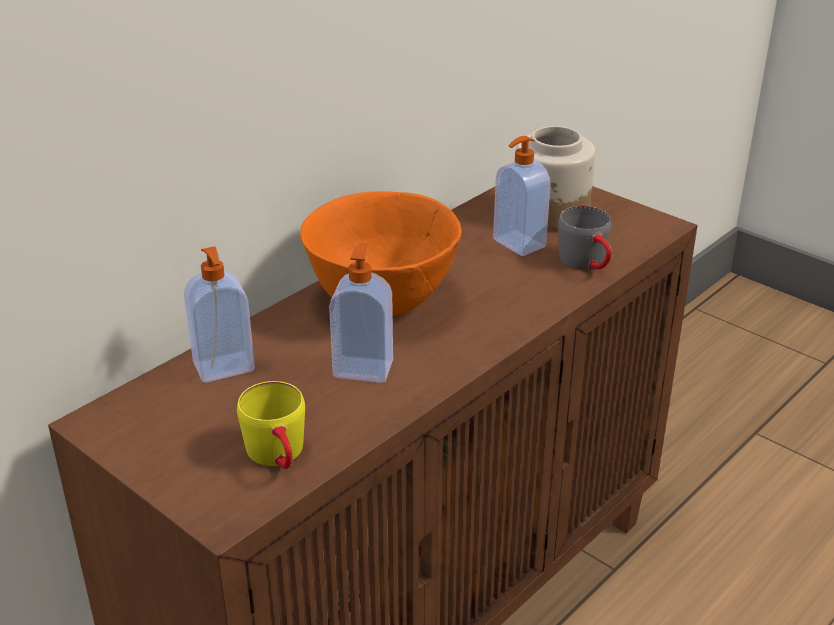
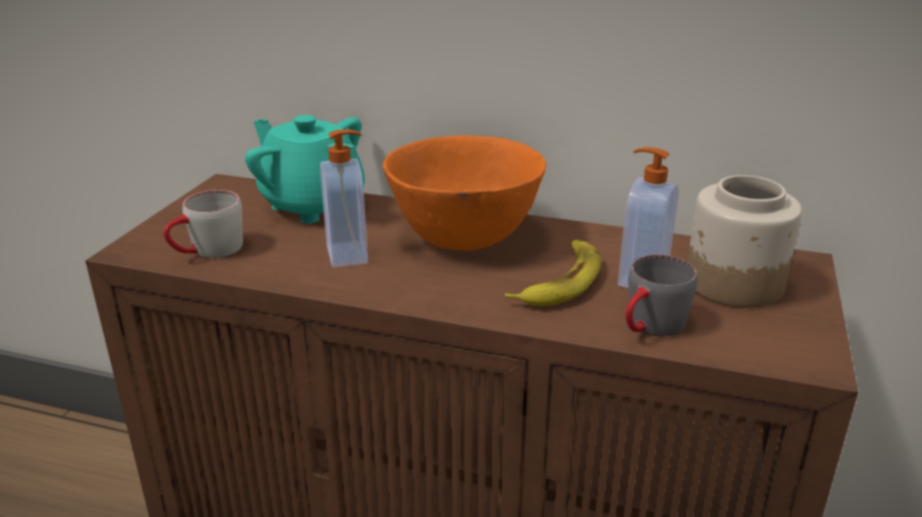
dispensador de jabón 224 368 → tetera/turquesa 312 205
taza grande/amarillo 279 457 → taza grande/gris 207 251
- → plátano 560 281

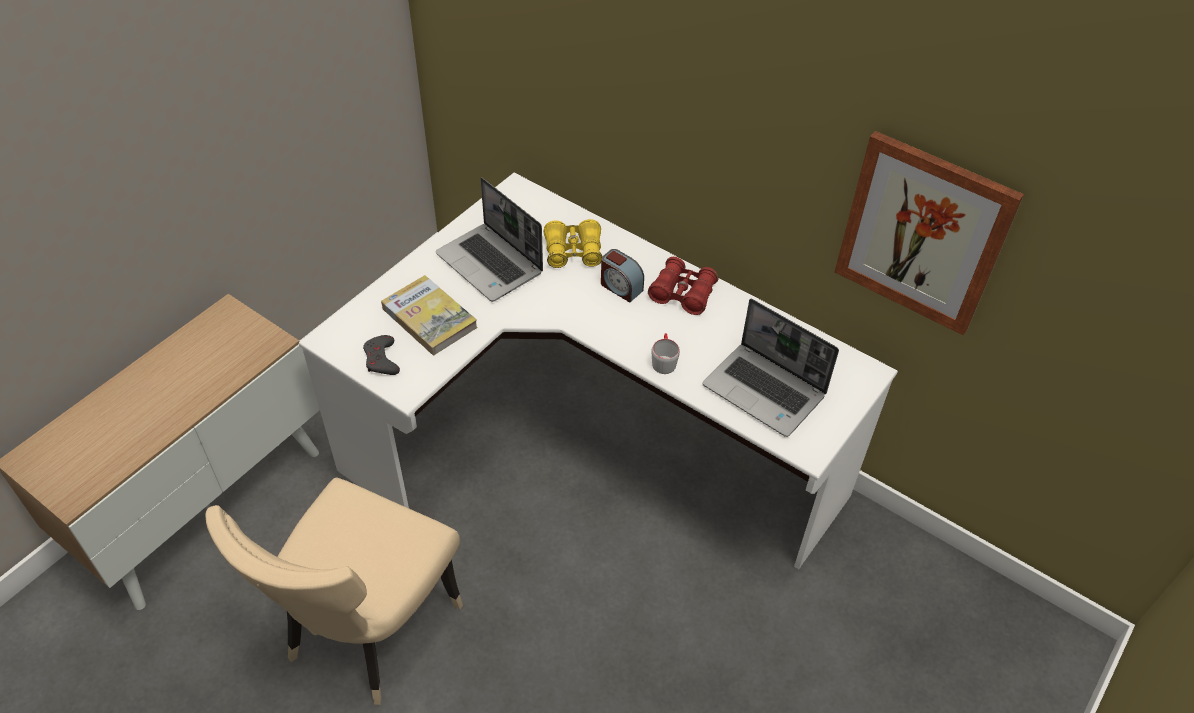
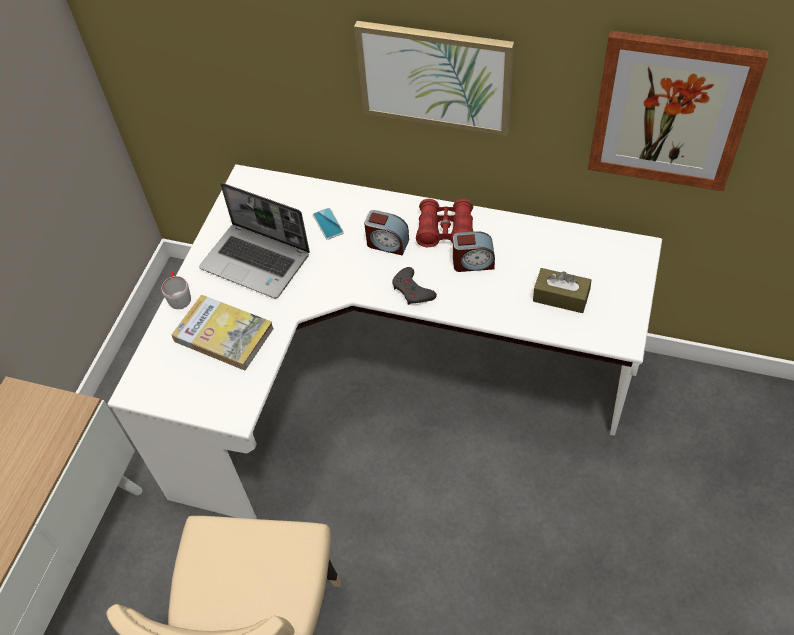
prismáticos/amarillo 573 252 → móvil 328 224
portátil 765 391 → caja de pañuelos/marrón 560 297
taza grande/gris 663 360 → taza grande/gris 178 296, relocated
mando de consola/gris 381 359 → mando de consola/gris 412 290, relocated
- → cuadro 435 77
- → despertador 473 262

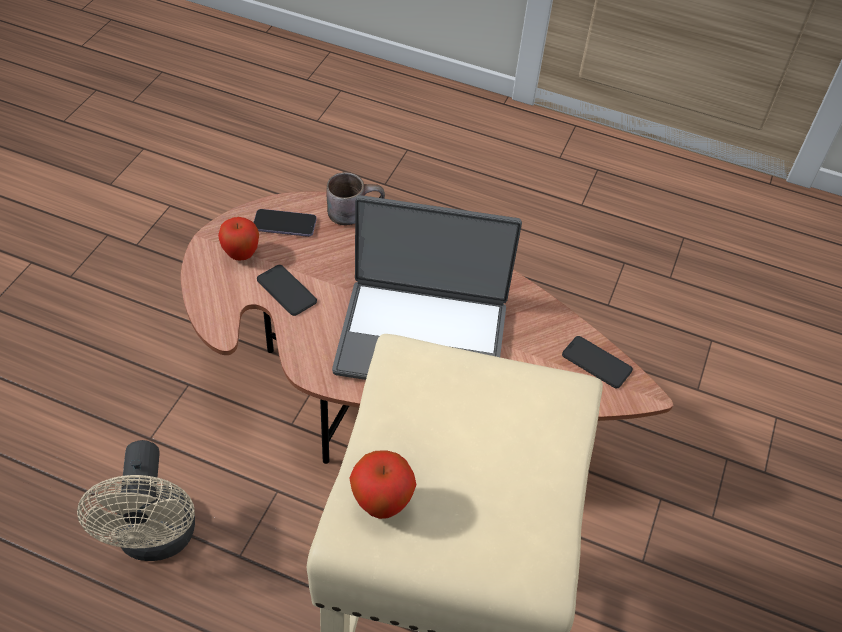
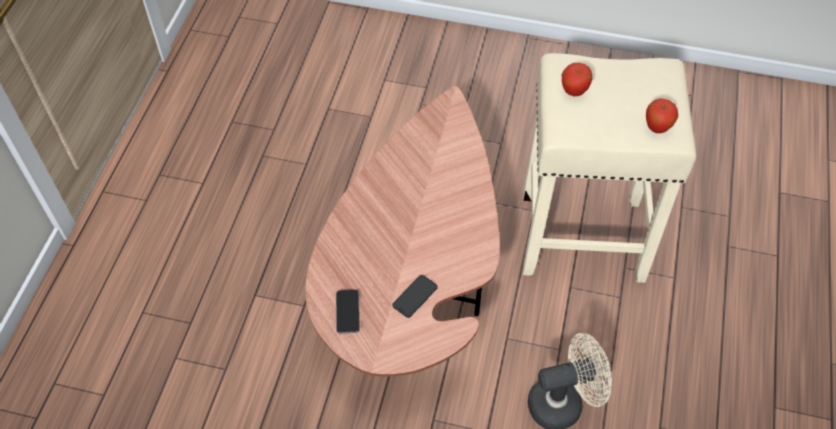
taza grande/marrón 353 211 → -
portátil 422 337 → -
manzana 241 254 → manzana 574 92, relocated
móvil 596 362 → -

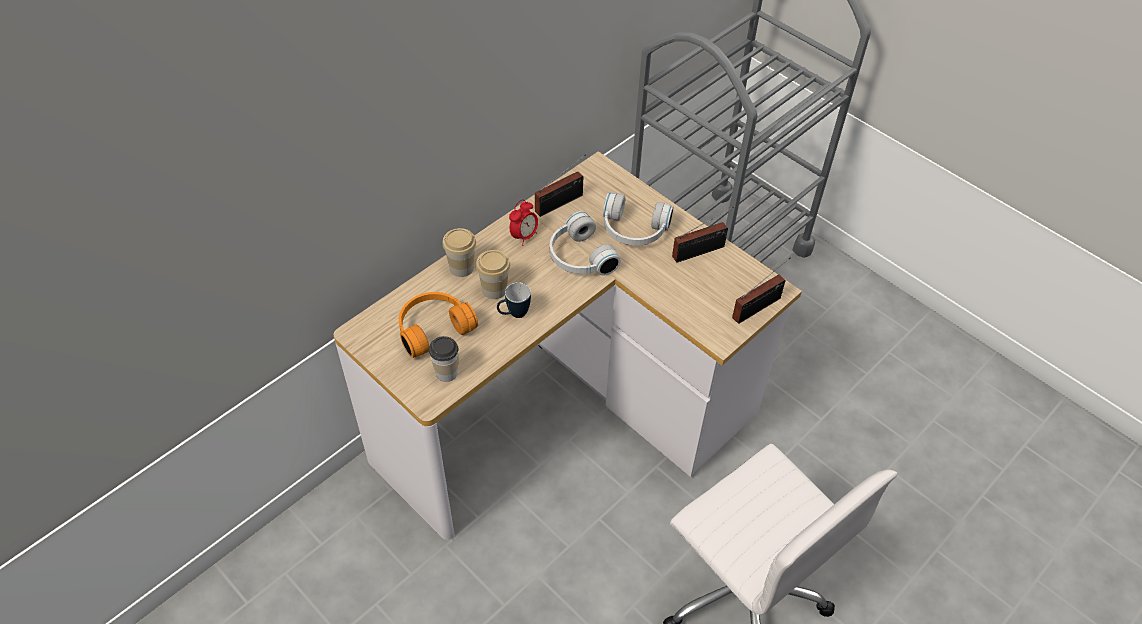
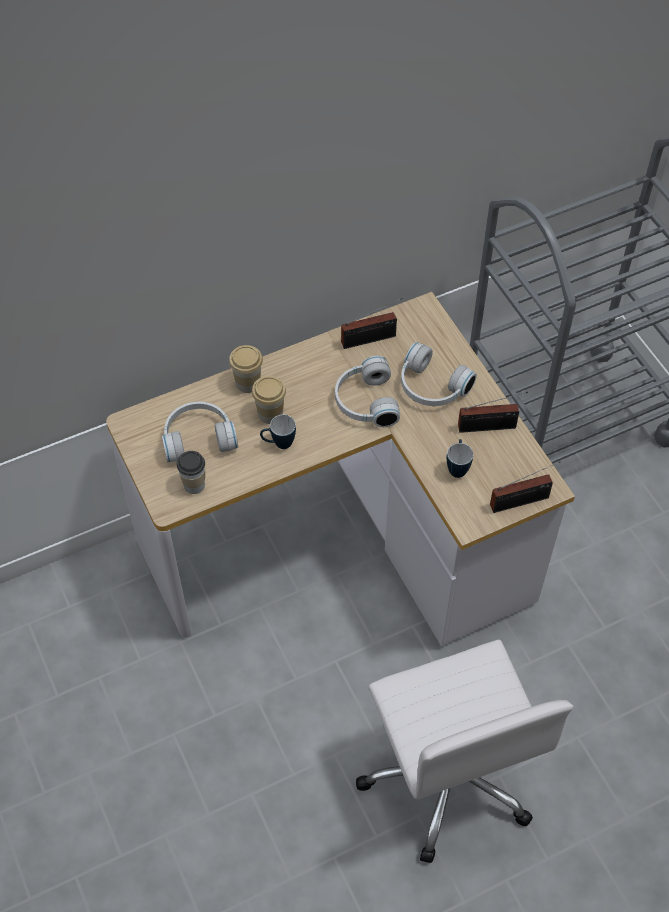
despertador 524 236 → -
auriculares/naranja 433 328 → auriculares/blanco 198 437
- → taza grande 457 467

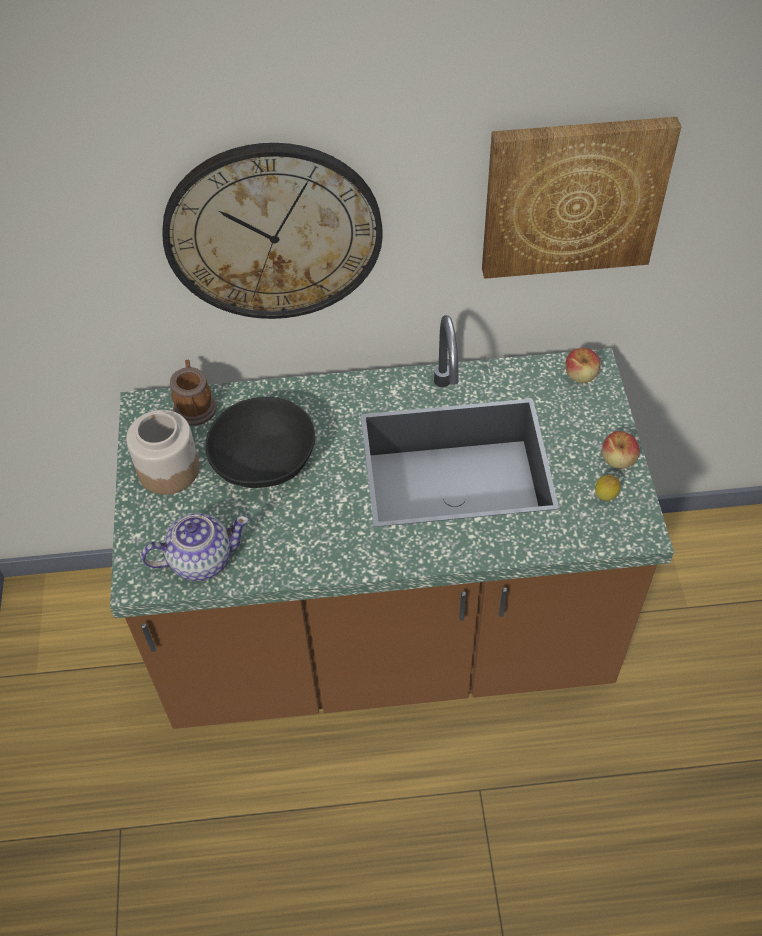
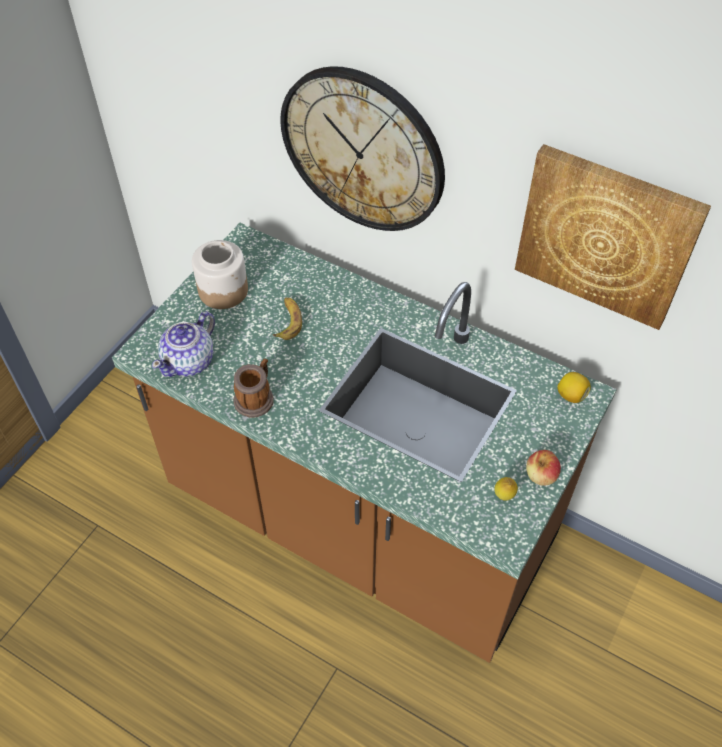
manzana 581 375 → limón 571 395
taza grande 194 405 → taza grande 256 397, relocated
cuenco/negro 264 461 → plátano 288 321
tetera 200 560 → tetera 189 361, 105 degrees clockwise

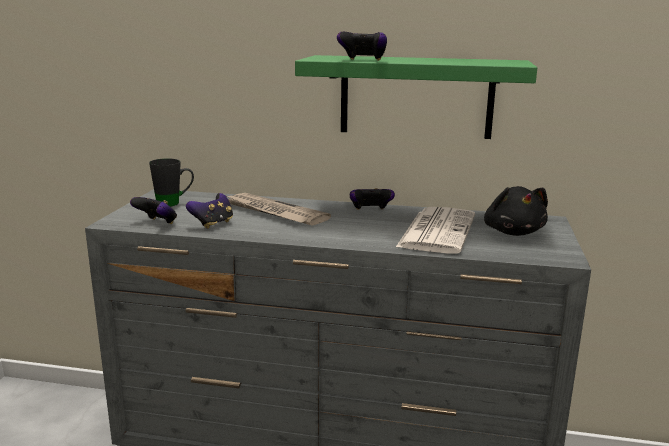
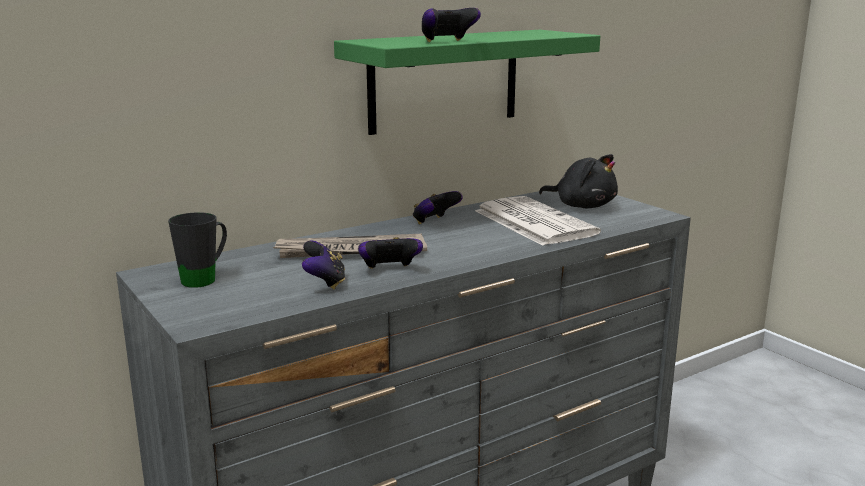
mando de consola 157 223 → mando de consola 389 270, relocated

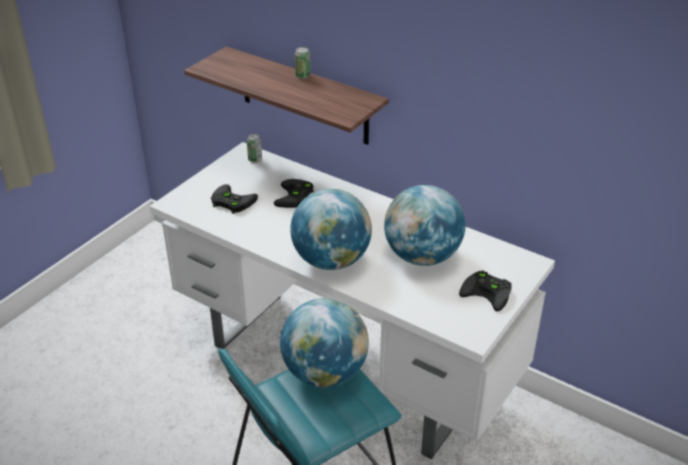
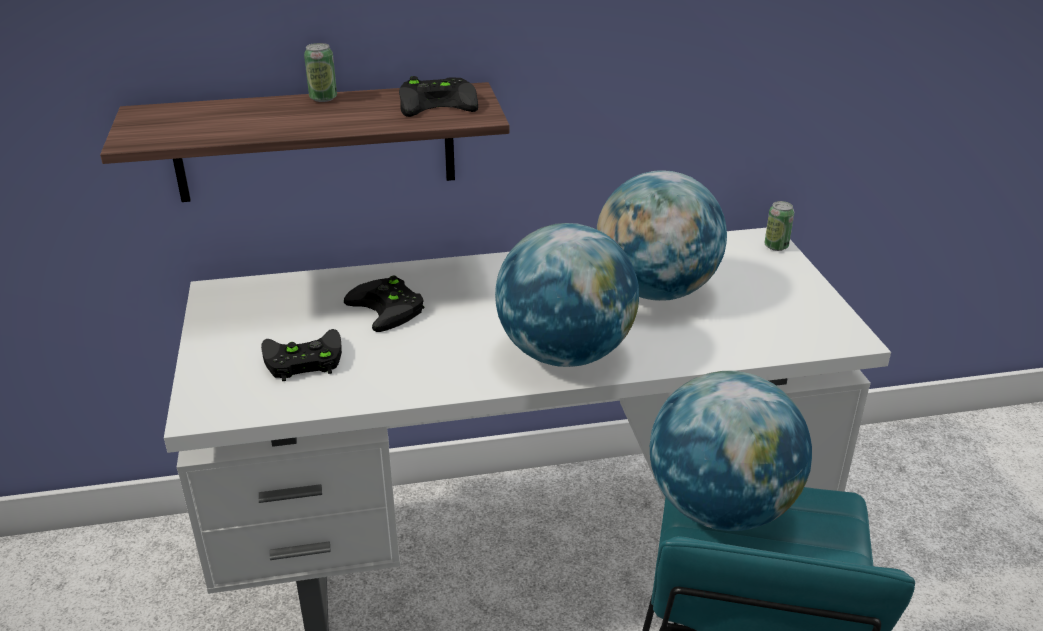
lata 255 159 → lata 776 246, relocated
mando de consola/negro 489 292 → mando de consola/negro 439 102, relocated

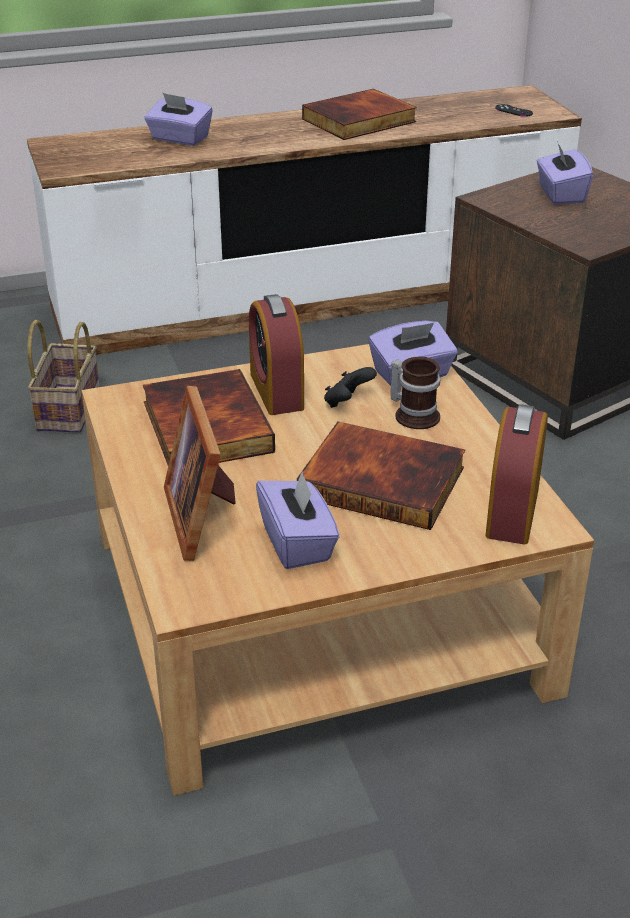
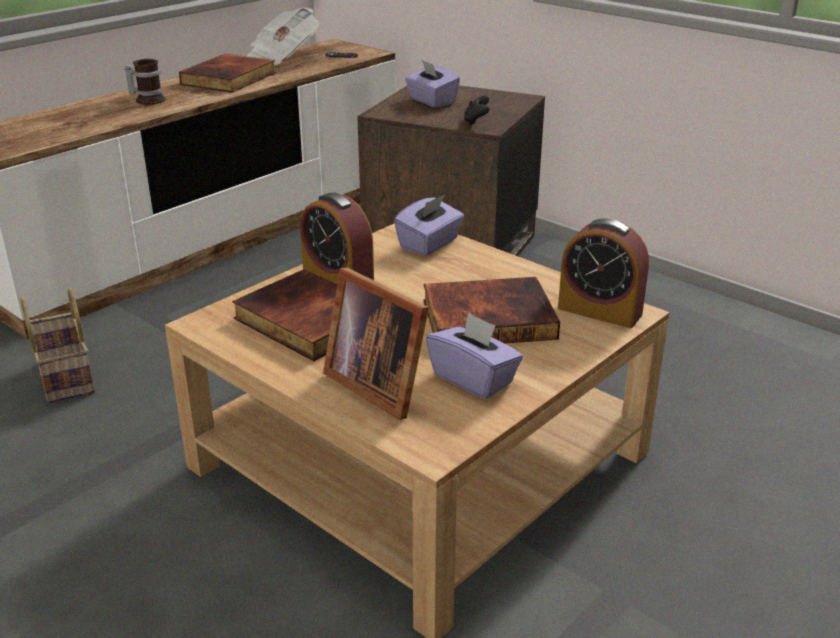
caja de pañuelos/morado 179 139 → -
taza grande 415 414 → taza grande 148 99, relocated
mando de consola/negro 347 402 → mando de consola/negro 476 122, relocated
despertador 512 512 → despertador 599 311, 45 degrees counterclockwise
- → periódico 280 59

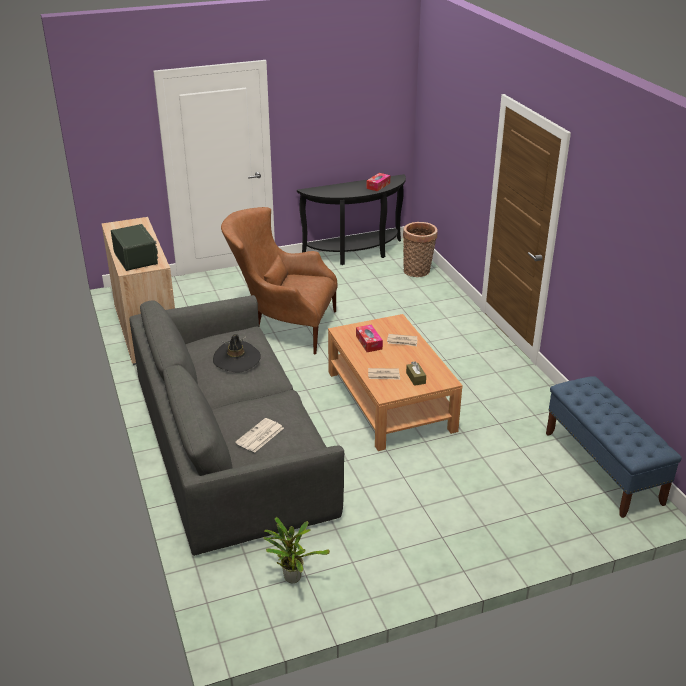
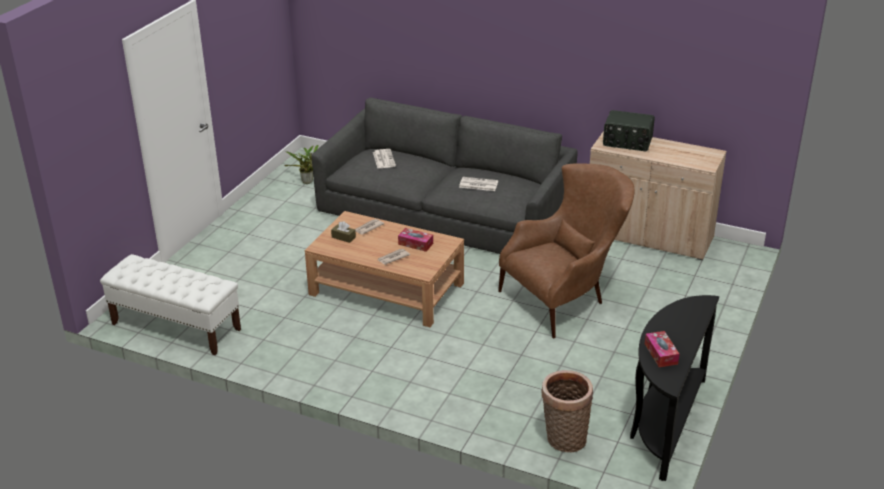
sombrero/negro 236 359 → periódico 478 184
banco/azul 603 467 → banco/blanco 175 326

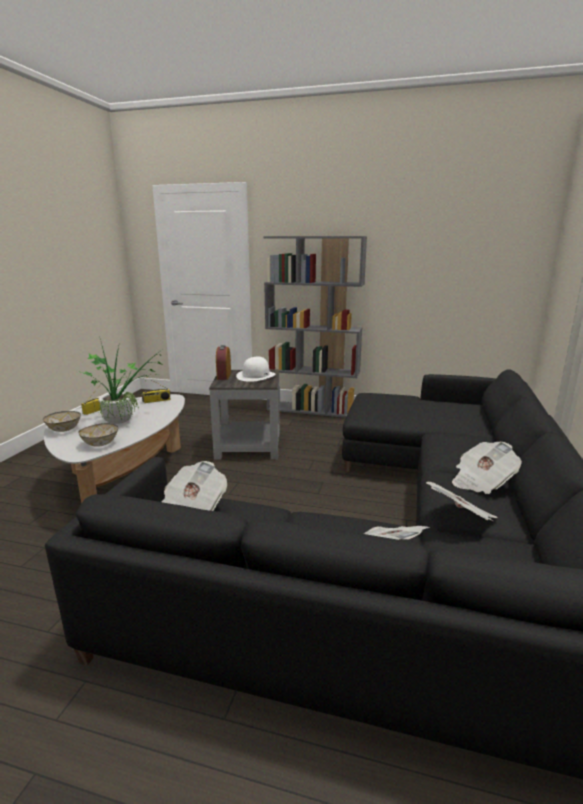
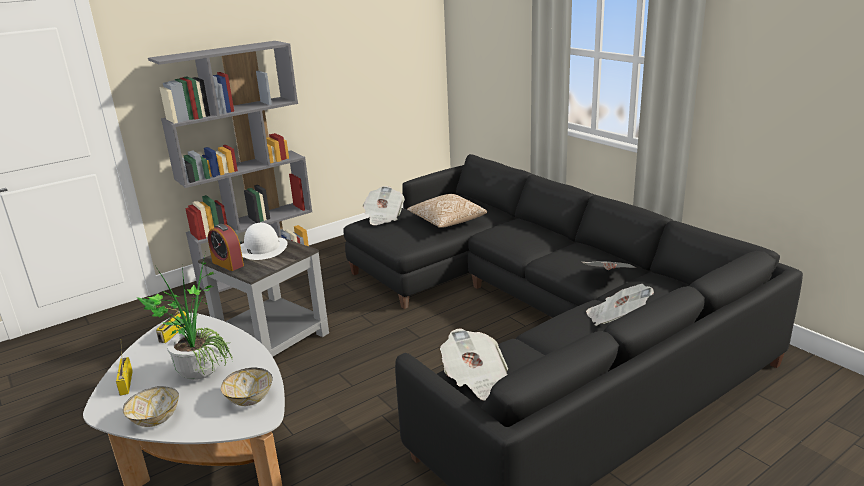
periódico 481 482 → periódico 383 217, relocated
- → cojín 446 221

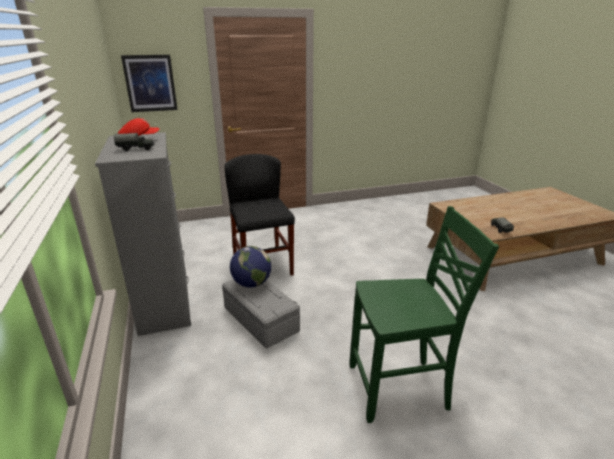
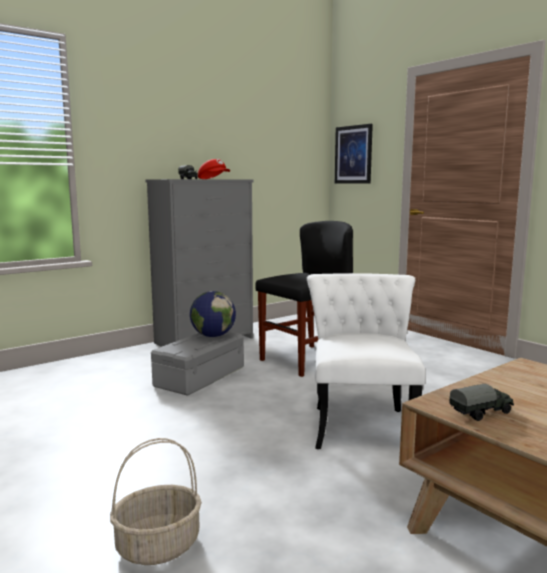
silla/verde 400 388 → -
- → silla/blanco 361 422
- → cesta 159 545

